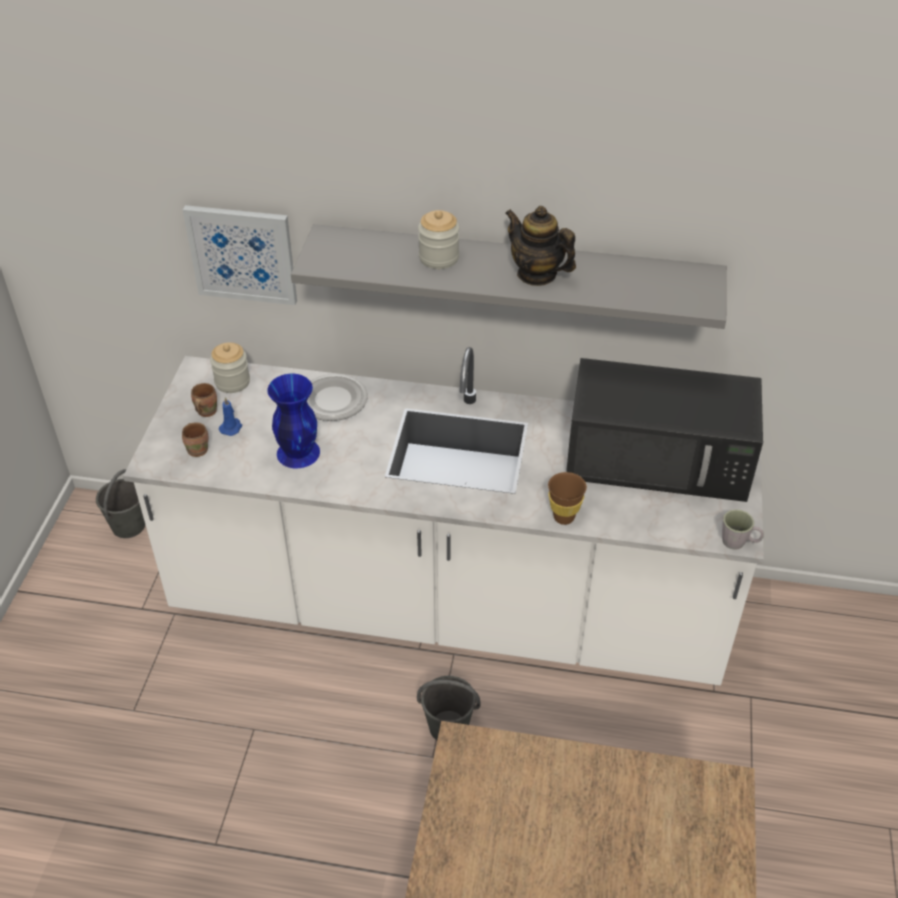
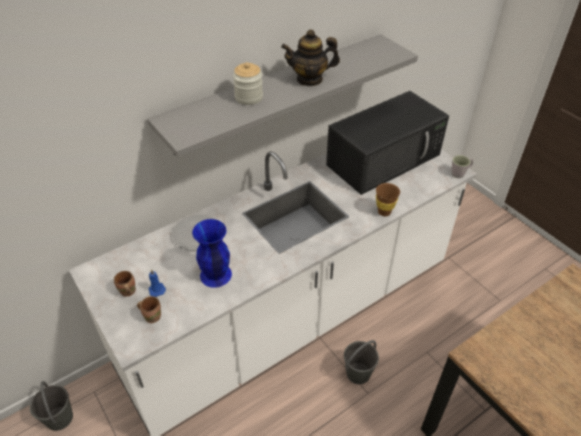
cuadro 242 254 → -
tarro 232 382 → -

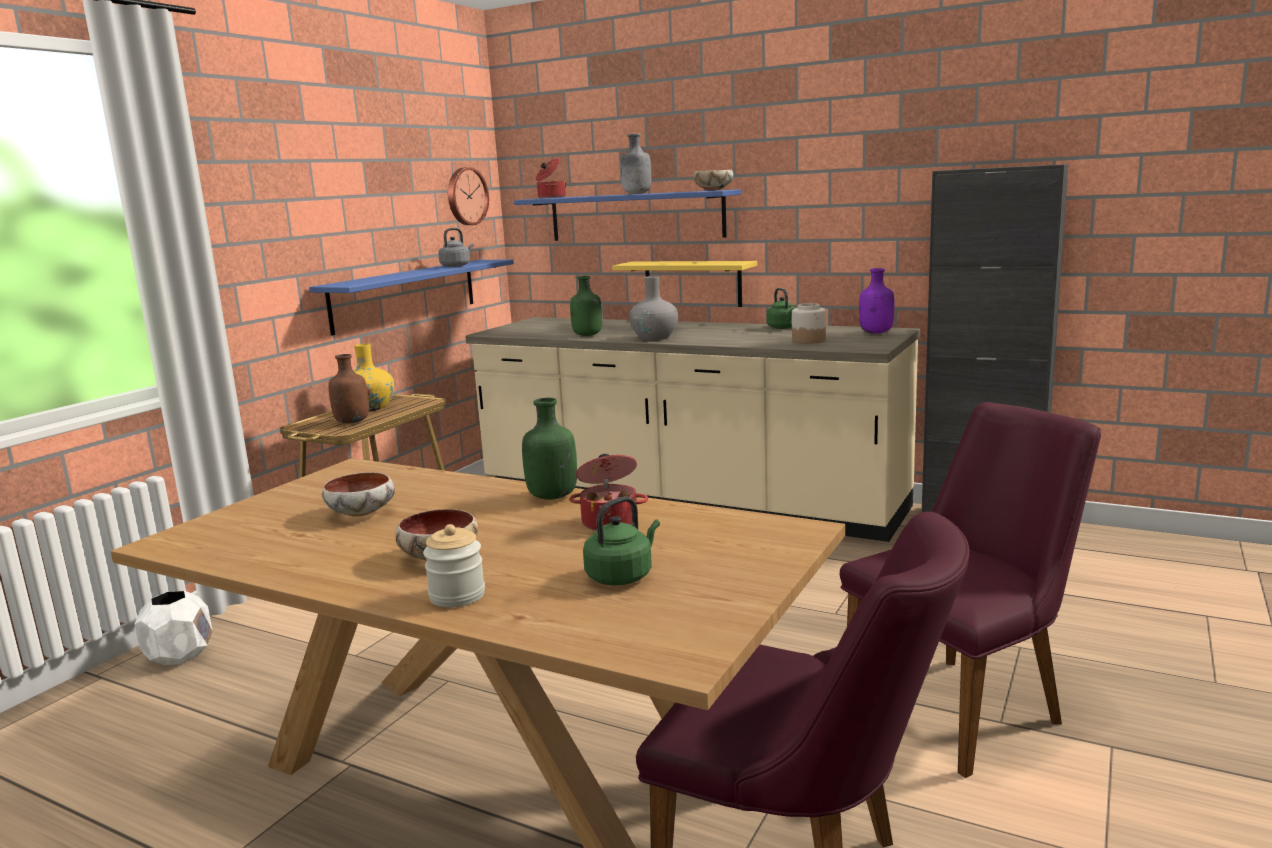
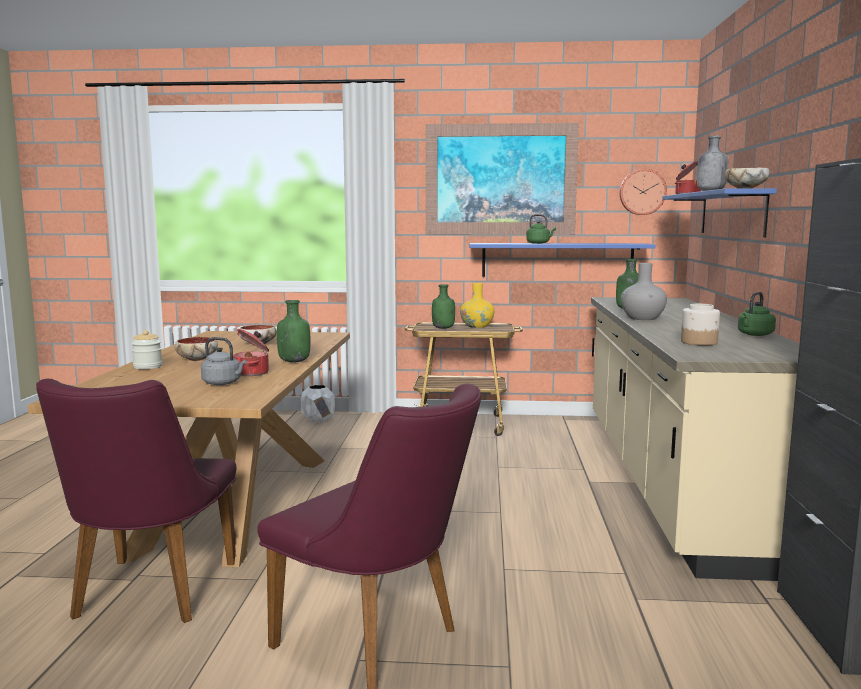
hervidor/gris 456 266 → hervidor/gris 223 383, relocated
estante/amarillo 692 283 → -
botella/morado 877 333 → -
botella/marrón 352 422 → botella/verde 443 328
hervidor/verde 622 576 → hervidor/verde 539 243, relocated
- → cuadro 500 179

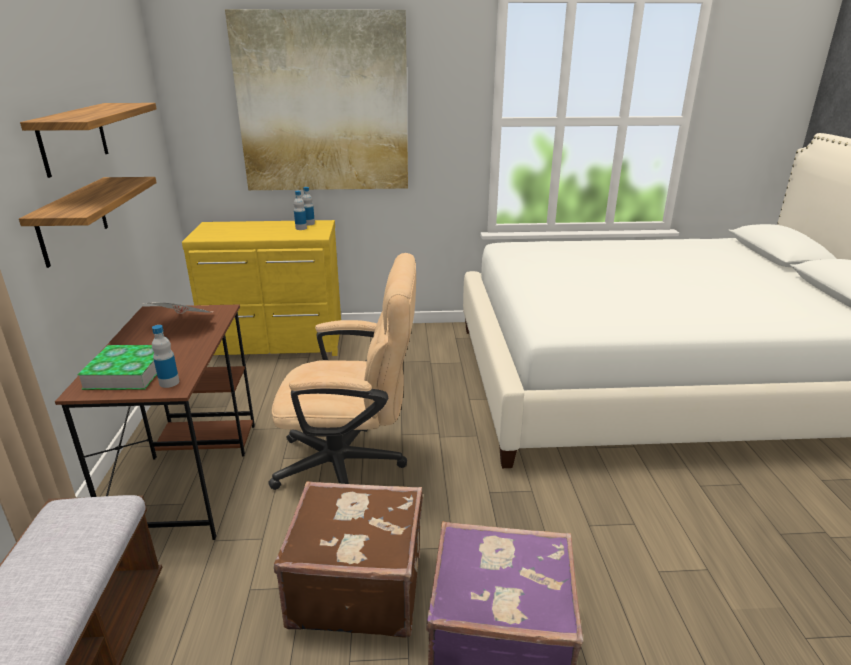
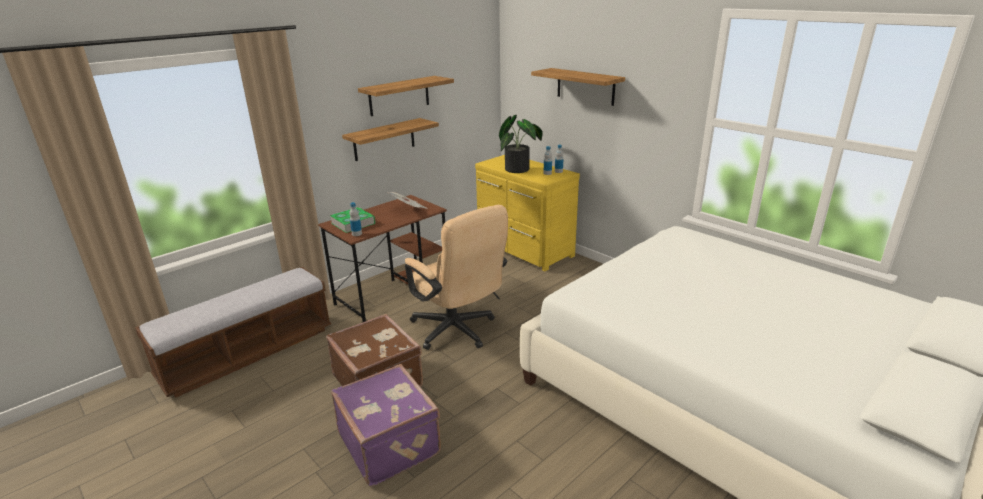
cuadro 323 104 → estante 585 86
- → planta en maceta 520 169

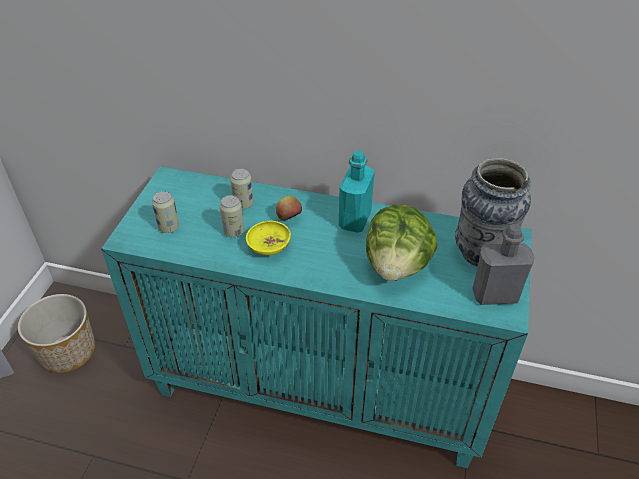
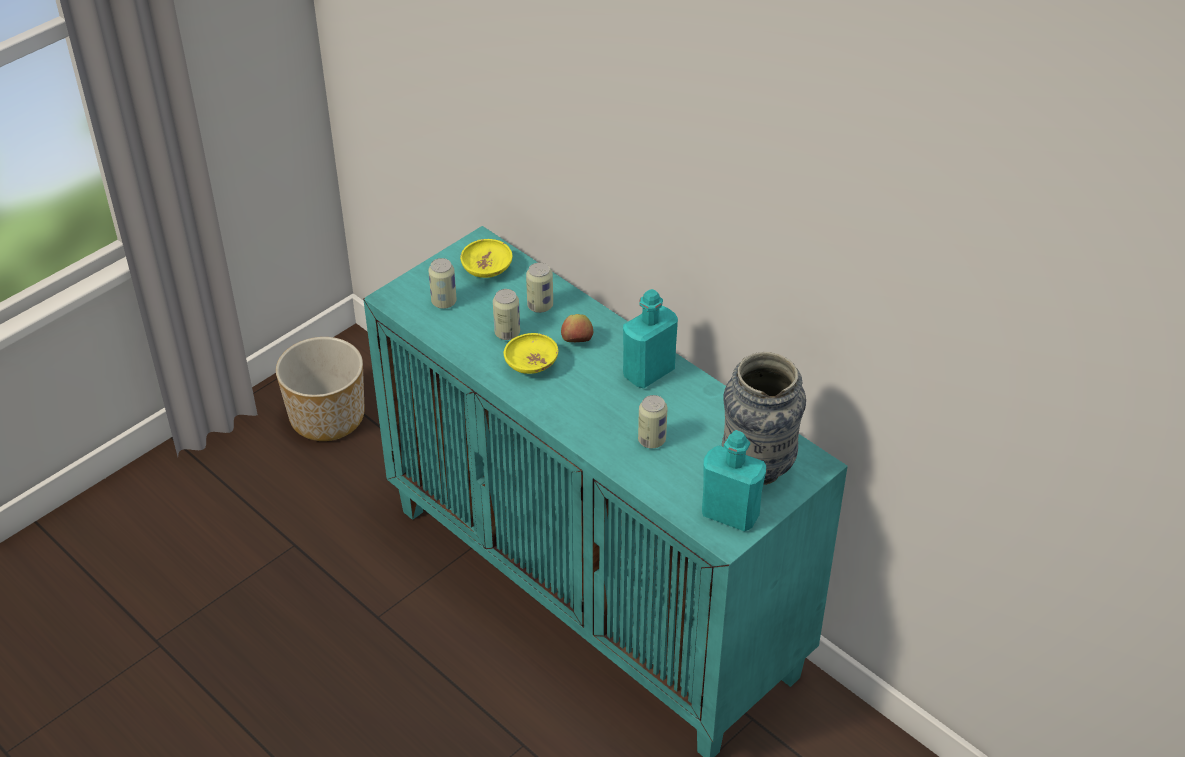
lechuga 397 265 → lata 652 440
botella/gris 495 295 → botella/turquesa 730 514
- → cuenco/amarillo 487 270

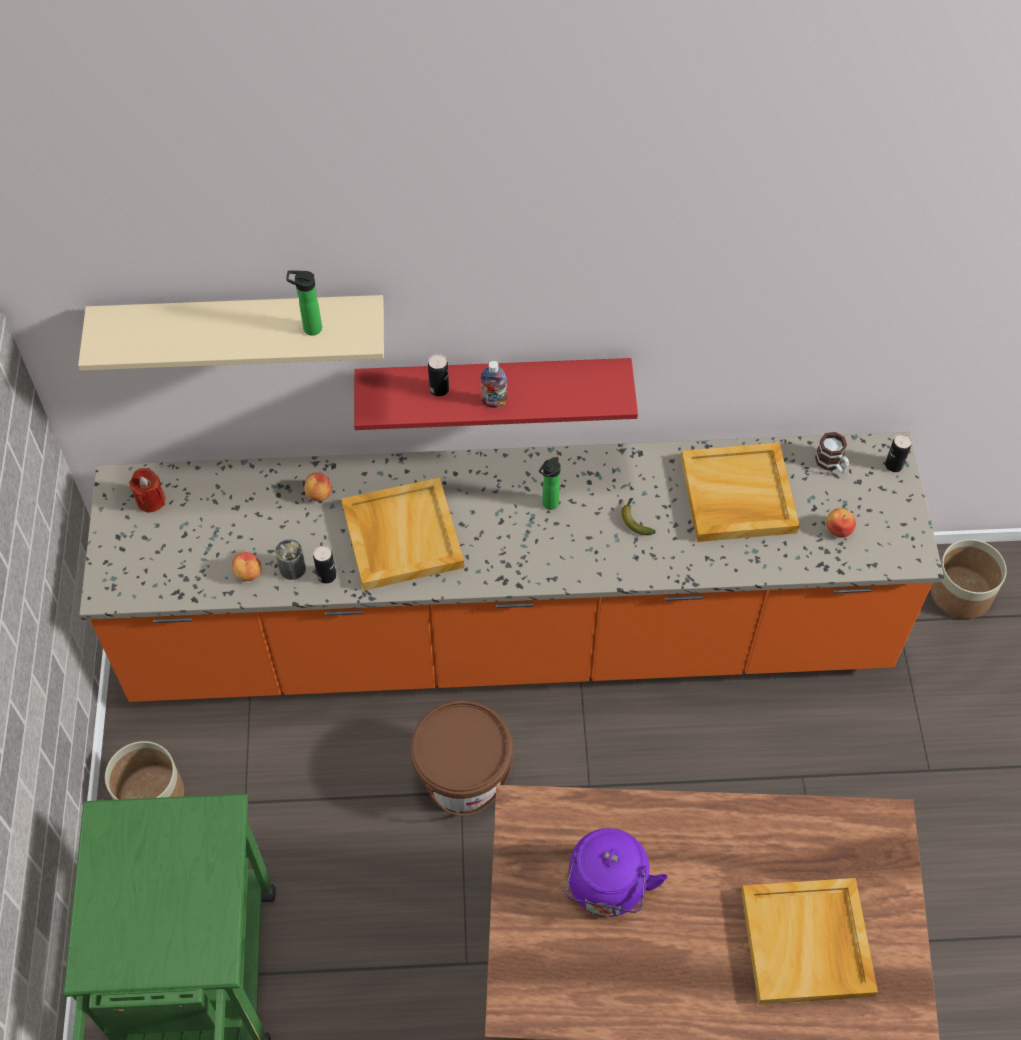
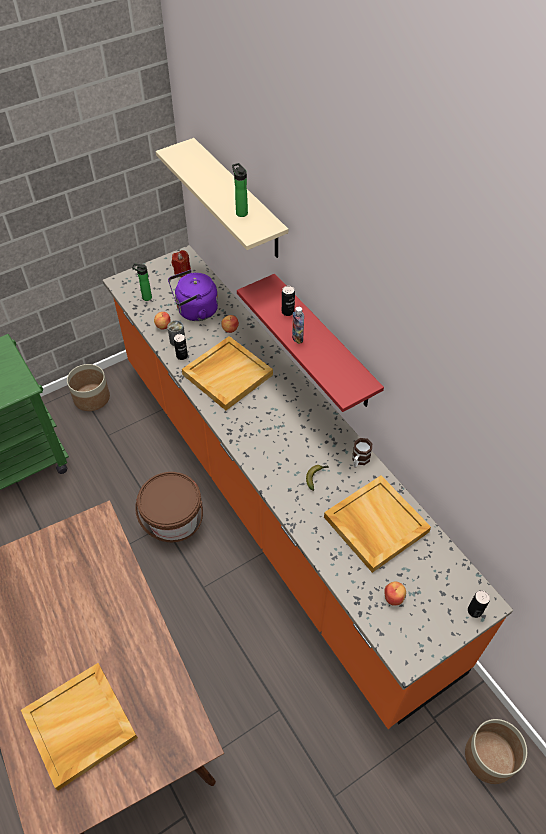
taza grande 831 464 → taza grande 359 460, relocated
botella 548 505 → botella 145 297, relocated
hervidor/morado 607 889 → hervidor/morado 195 311, relocated

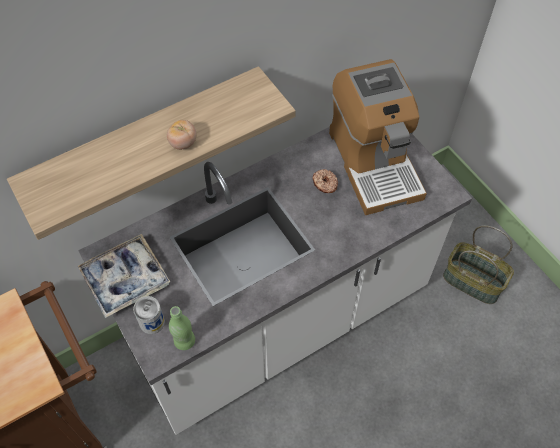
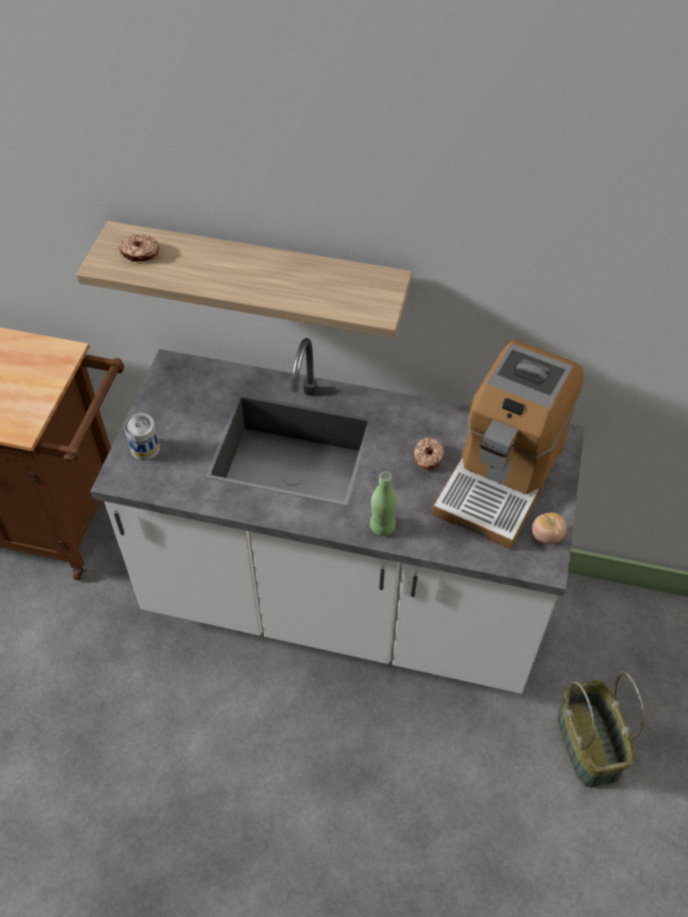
tomate 183 143 → tomate 546 536, relocated
bandeja 125 279 → -
botella/verde 184 341 → botella/verde 382 526, relocated
- → rosquilla 140 253

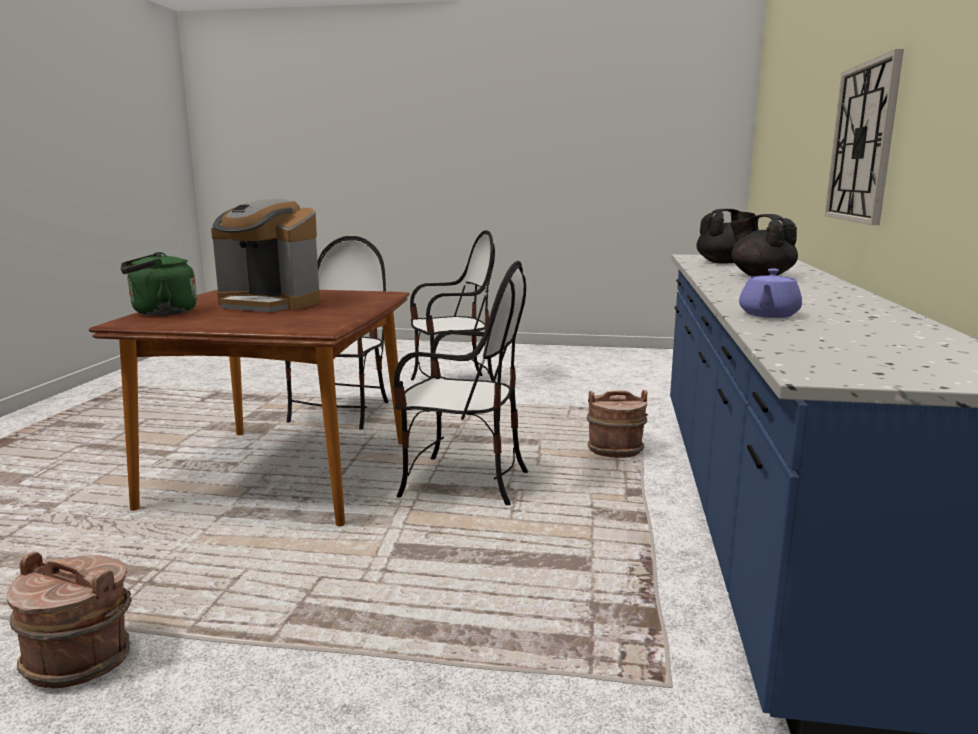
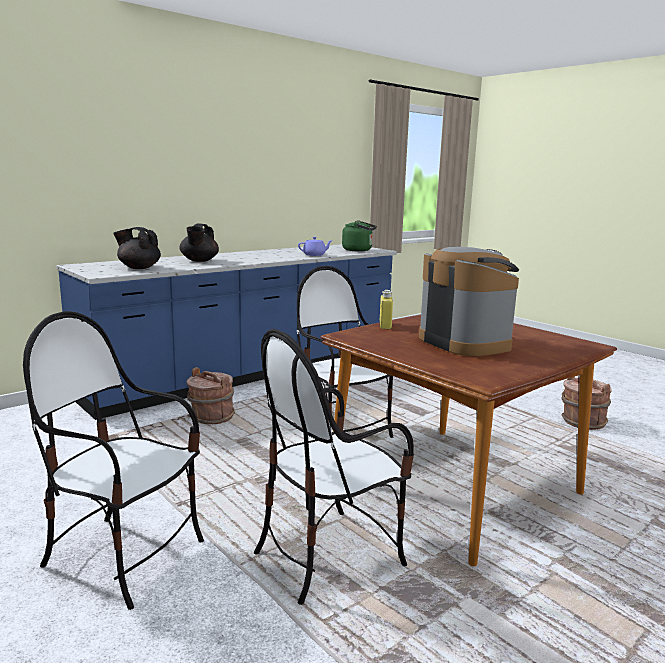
reloj de pared 862 143 → -
hervidor/verde 160 312 → hervidor/verde 359 250, relocated
- → botella/amarillo 385 325

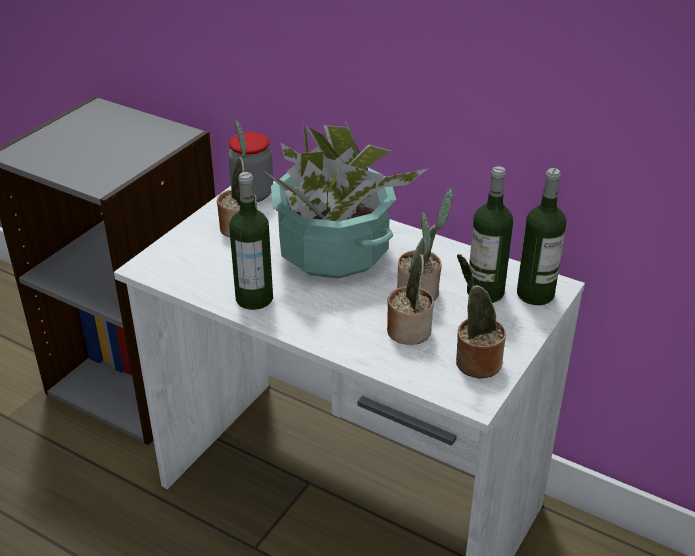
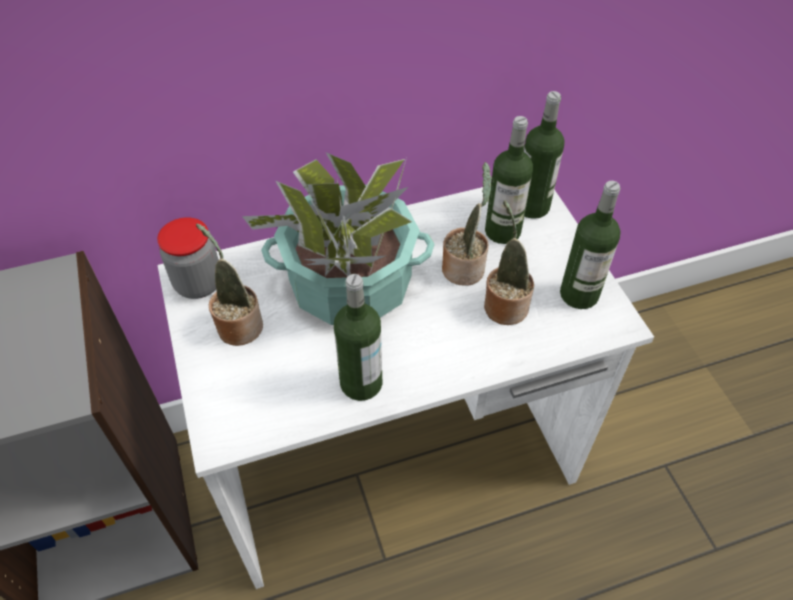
planta en maceta 475 362 → botella 579 294

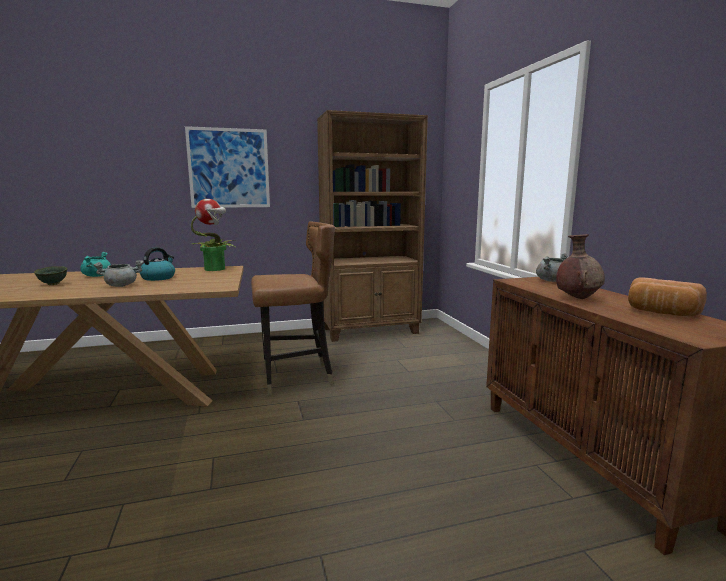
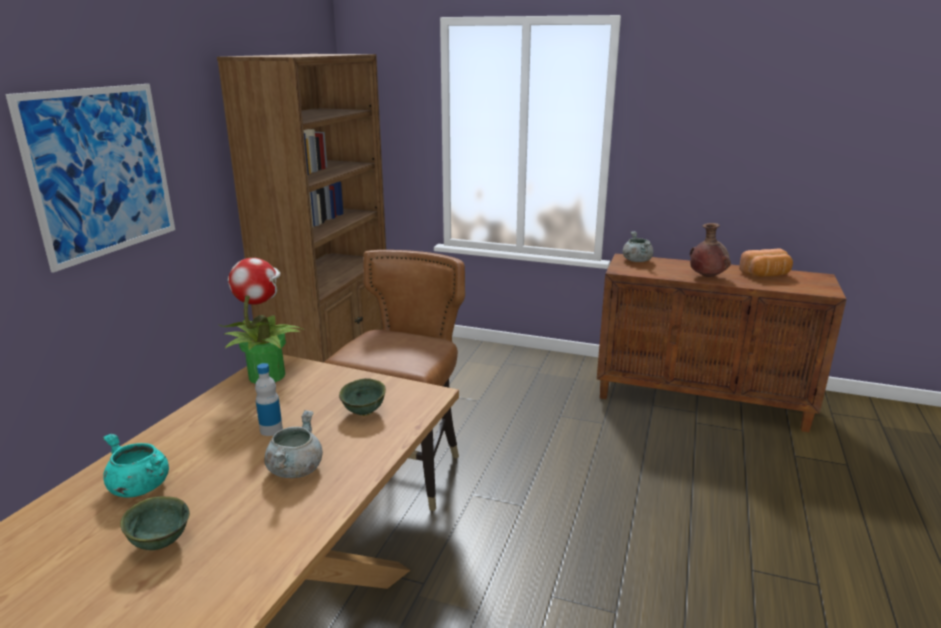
hervidor 158 278 → botella 271 430
- → cuenco/verde 365 412

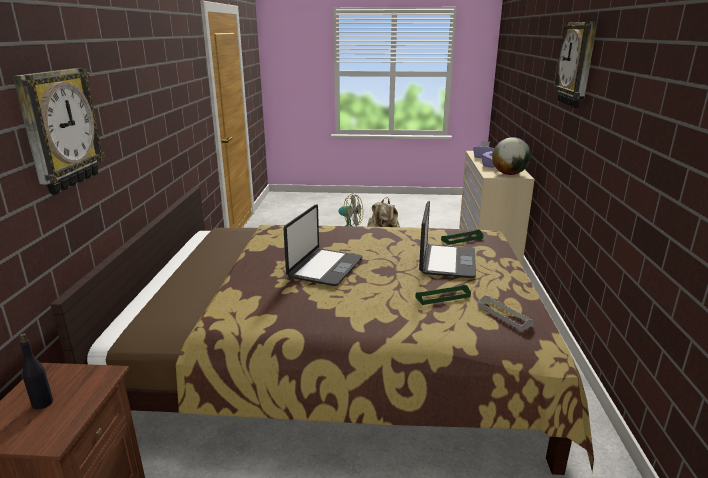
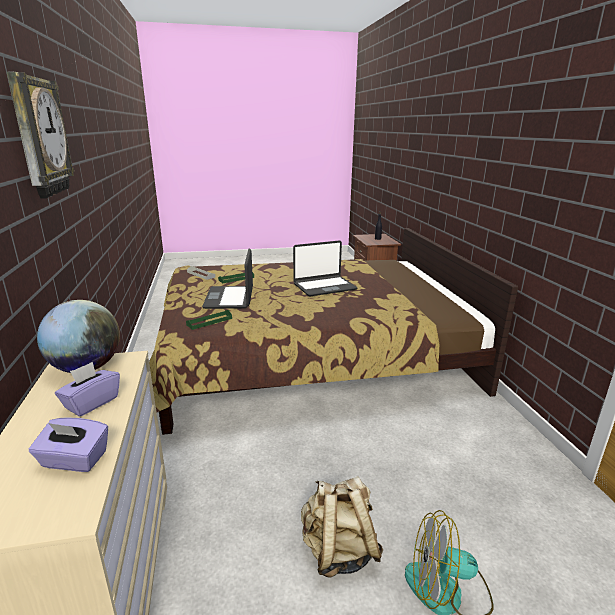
reloj de pared 59 129 → -
portátil 324 268 → portátil 324 287, 120 degrees counterclockwise

